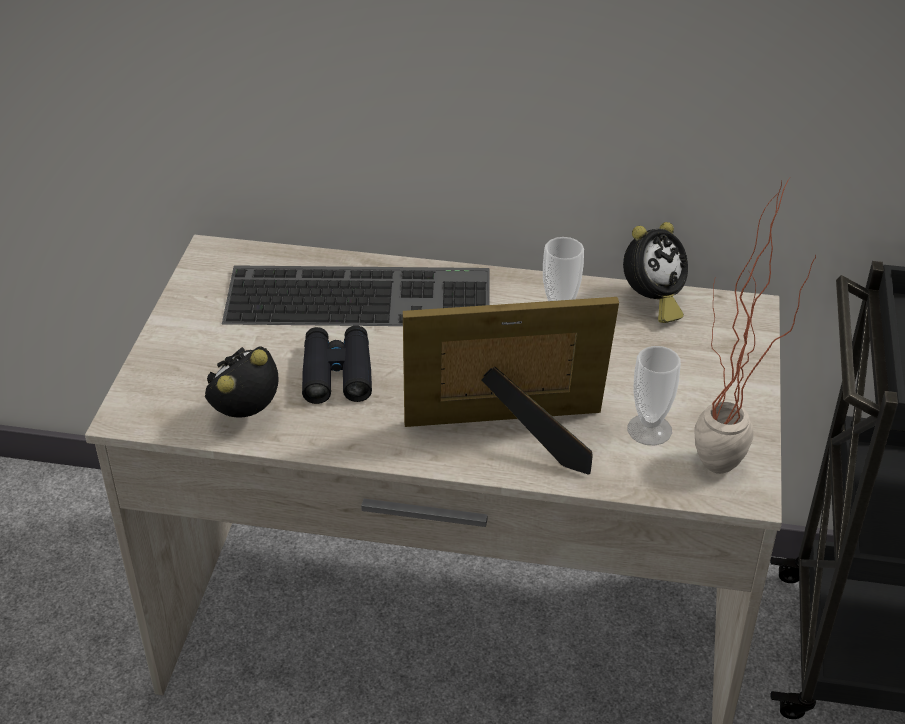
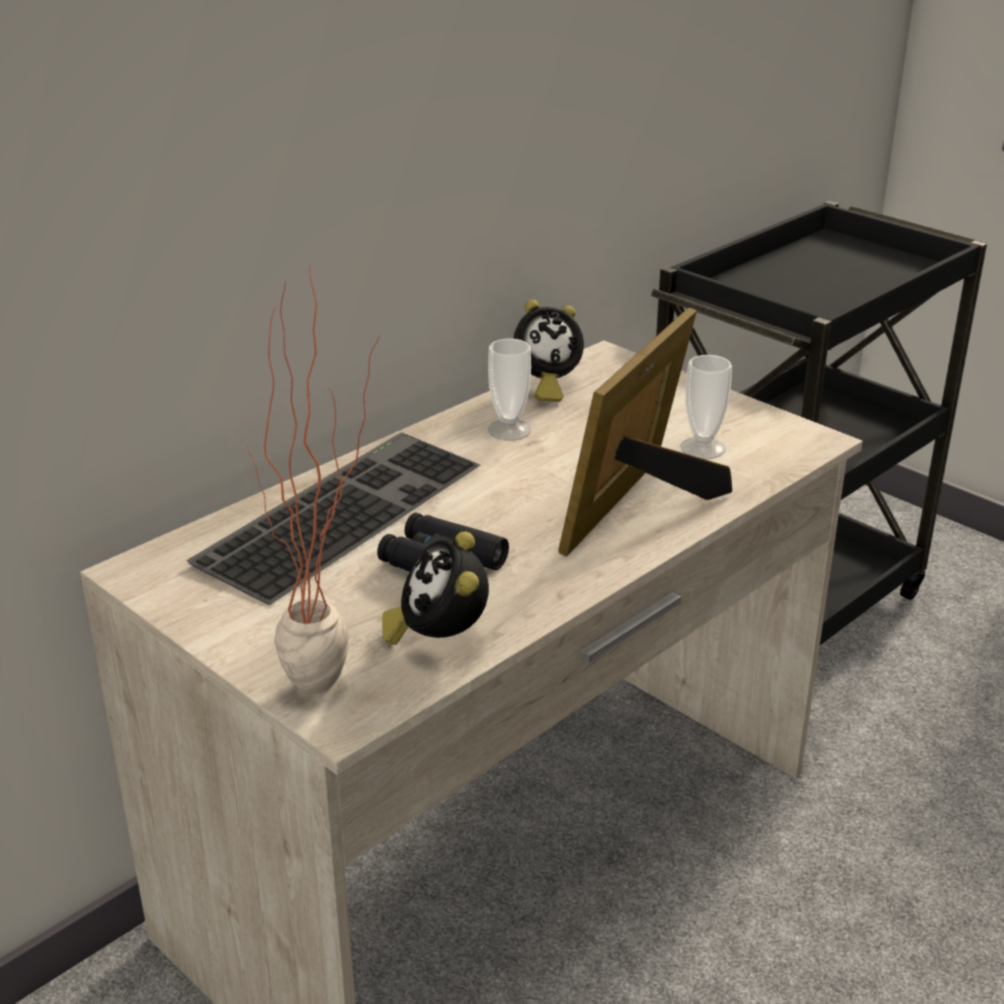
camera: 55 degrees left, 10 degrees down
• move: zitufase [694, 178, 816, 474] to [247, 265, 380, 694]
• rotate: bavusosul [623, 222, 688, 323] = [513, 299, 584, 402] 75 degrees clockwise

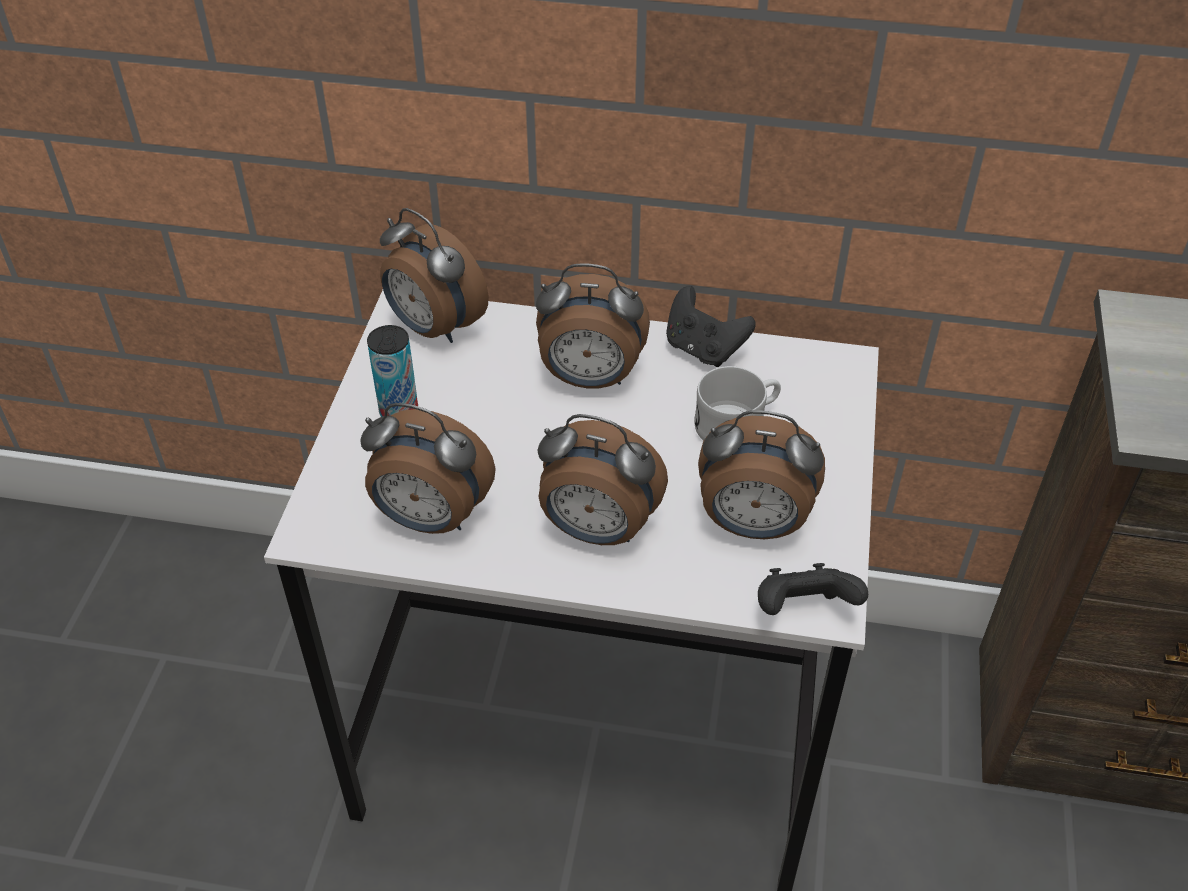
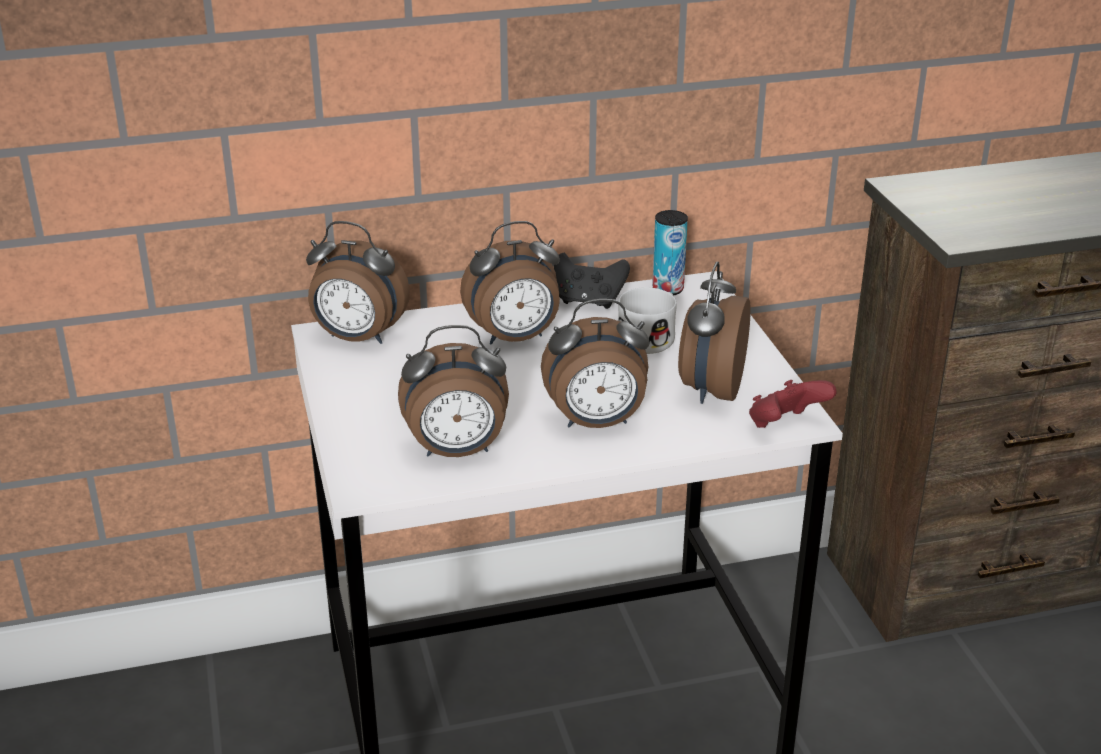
camera: 25 degrees left, 15 degrees down
• move: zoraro [367, 325, 418, 417] to [652, 210, 688, 295]
• recolor: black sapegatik [758, 563, 868, 615] to red sapegatik [749, 380, 837, 428]
• rotate: bavusosul [698, 410, 825, 539] = [678, 261, 751, 404] 120 degrees clockwise

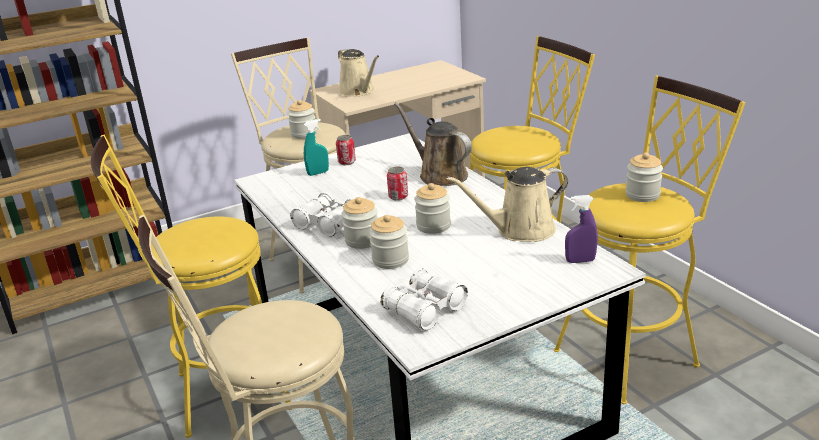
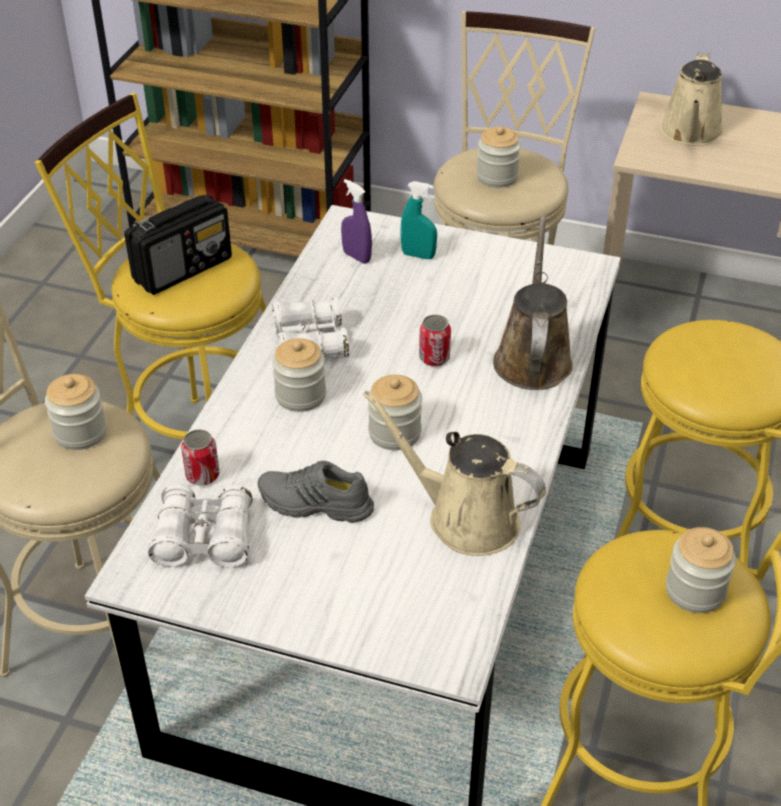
camera: 45 degrees right, 15 degrees up
• insert: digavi [124, 195, 232, 295]
• insert: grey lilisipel [258, 461, 374, 523]
• move: zoraro [336, 135, 356, 165] to [181, 430, 219, 486]
• move: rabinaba [369, 215, 409, 269] to [45, 374, 107, 450]
• move: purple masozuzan [565, 195, 598, 263] to [341, 179, 372, 264]

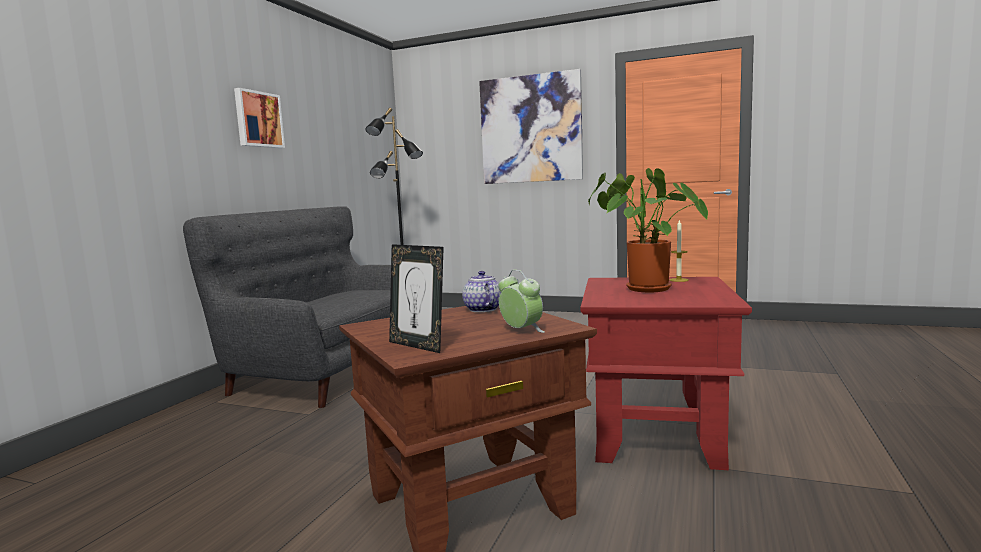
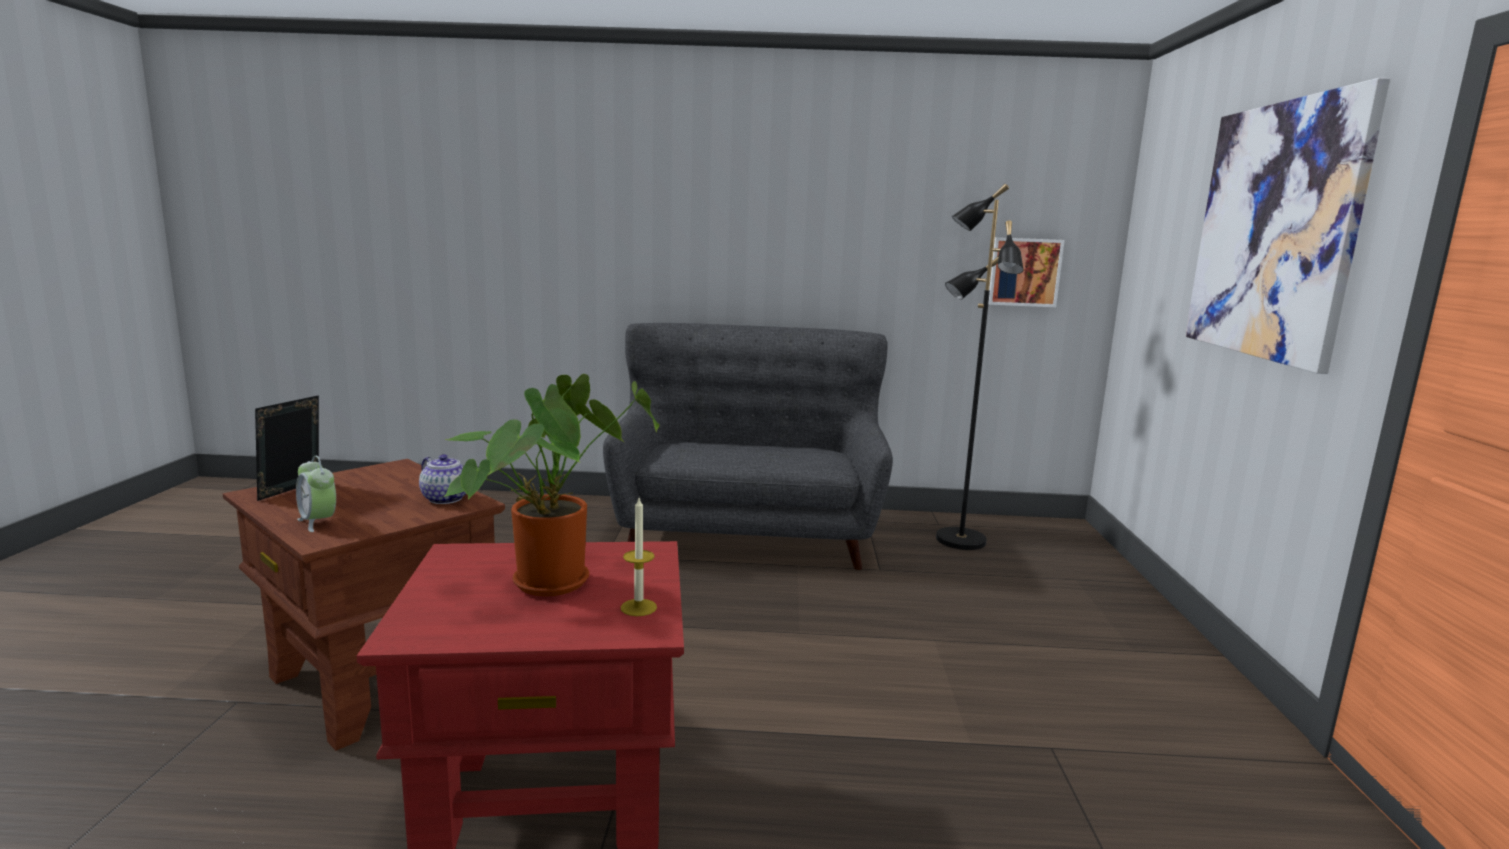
camera: 70 degrees right, 5 degrees up
• move: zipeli [234, 88, 285, 148] to [988, 237, 1065, 307]
• rotate: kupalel [462, 271, 501, 312] = [419, 454, 466, 504] 75 degrees clockwise
• rotate: bavusosul [498, 270, 545, 333] = [296, 456, 336, 532] 105 degrees clockwise

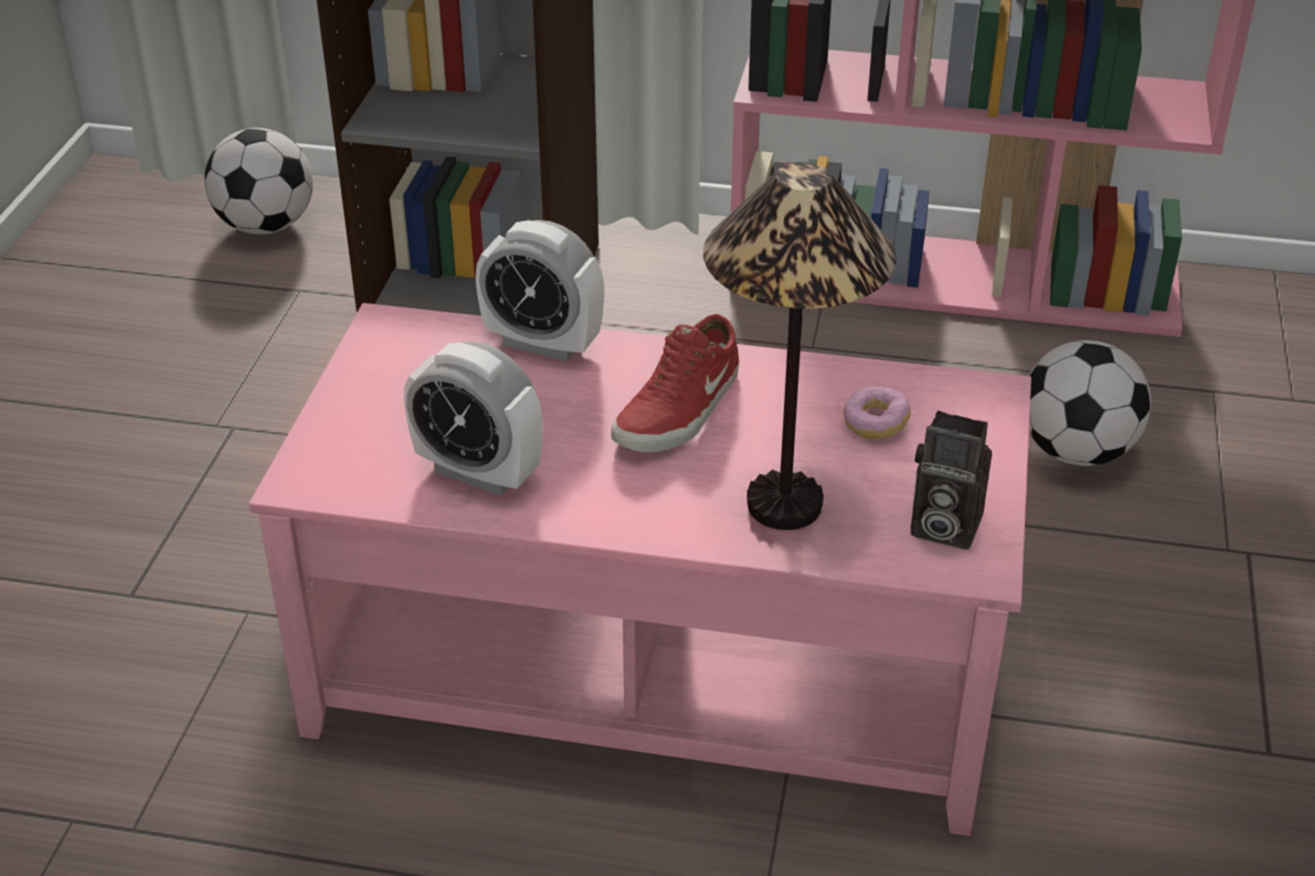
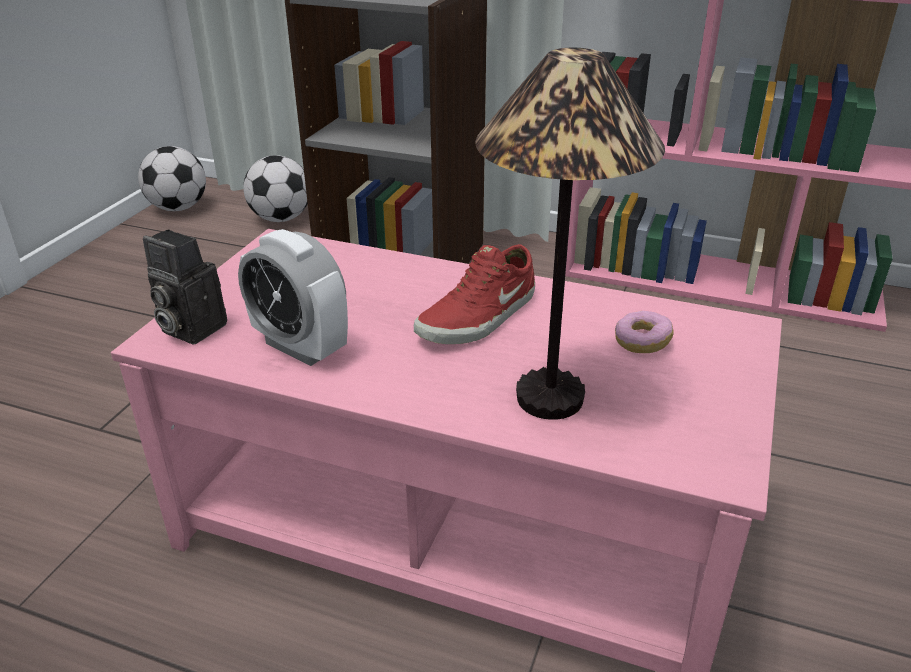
camera: 10 degrees right, 5 degrees down
• delete: bavusosul [475, 220, 604, 361]
• move: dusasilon [911, 411, 992, 550] to [143, 229, 227, 345]
• move: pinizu [1029, 340, 1151, 466] to [138, 146, 206, 211]

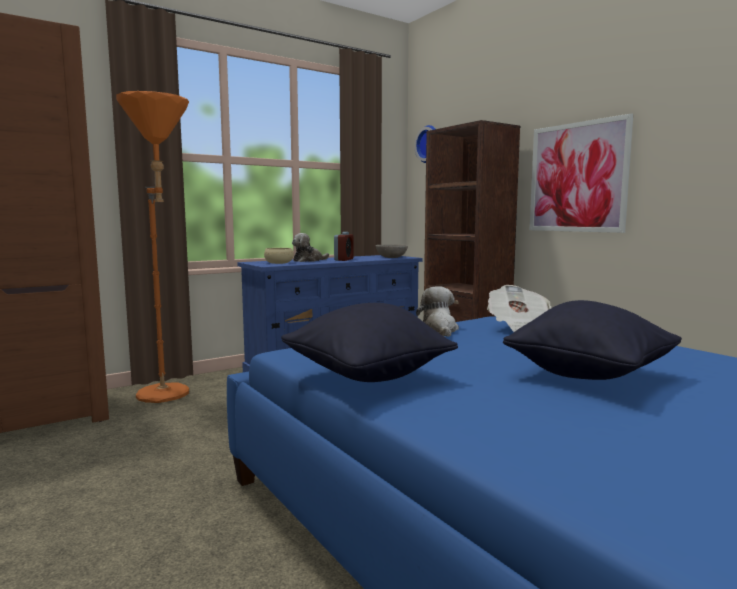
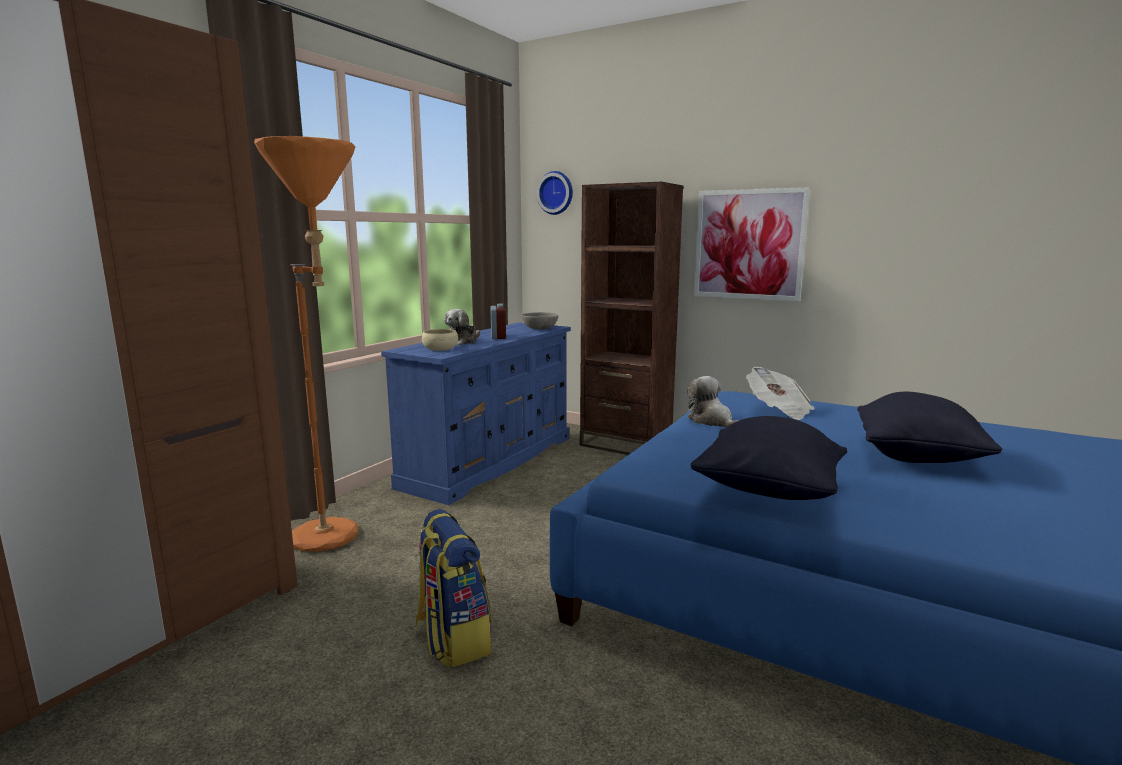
camera: 25 degrees left, 5 degrees up
• insert: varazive [415, 509, 492, 668]

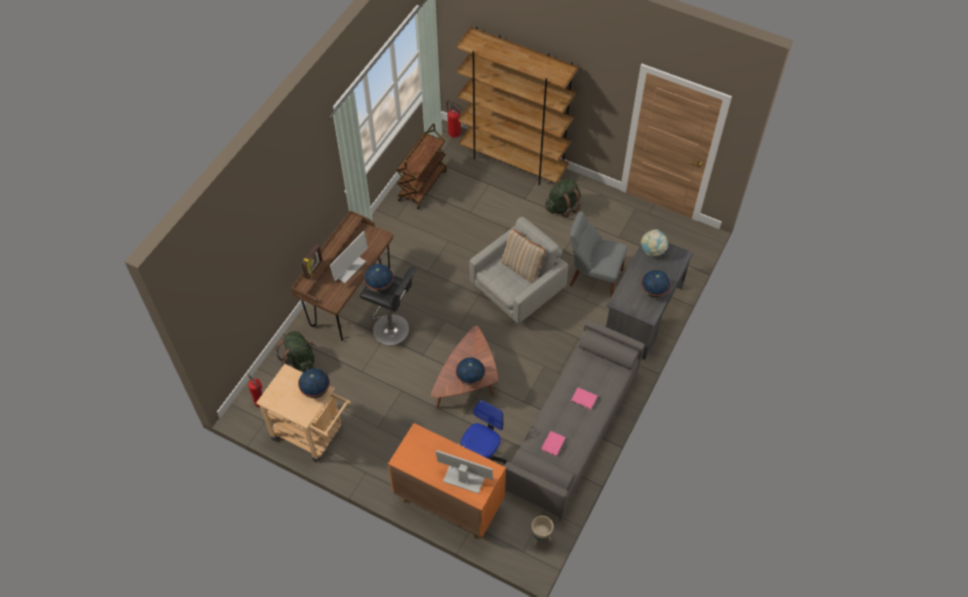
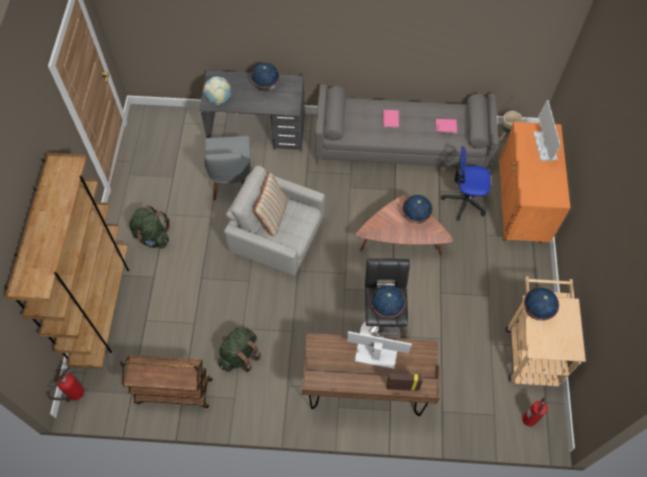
camera: 115 degrees left, 5 degrees up
• move: green varazive [276, 331, 315, 373] to [218, 327, 261, 372]

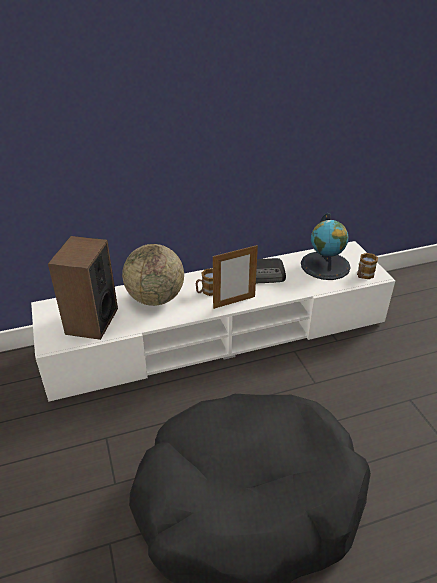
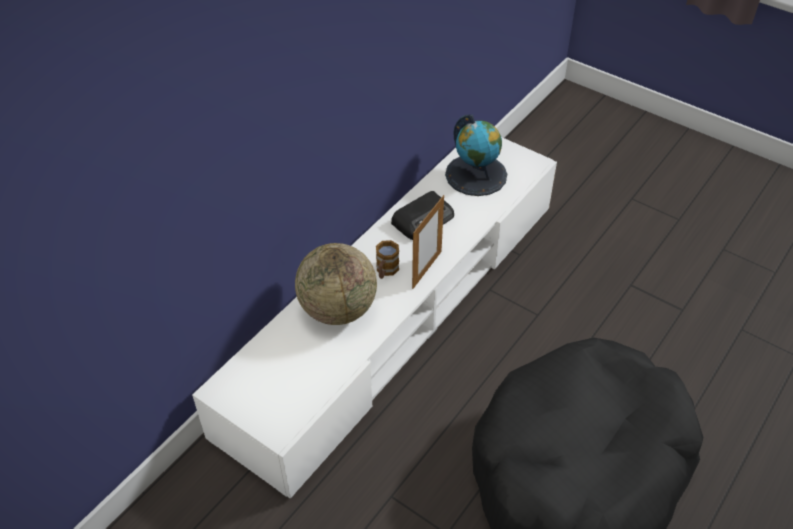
camera: 35 degrees left, 10 degrees up
• delete: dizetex [48, 236, 118, 340]
• delete: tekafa [357, 253, 378, 279]

